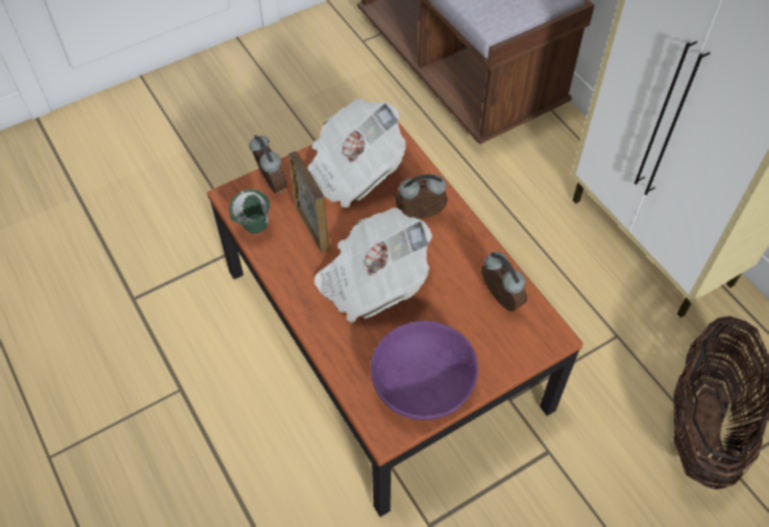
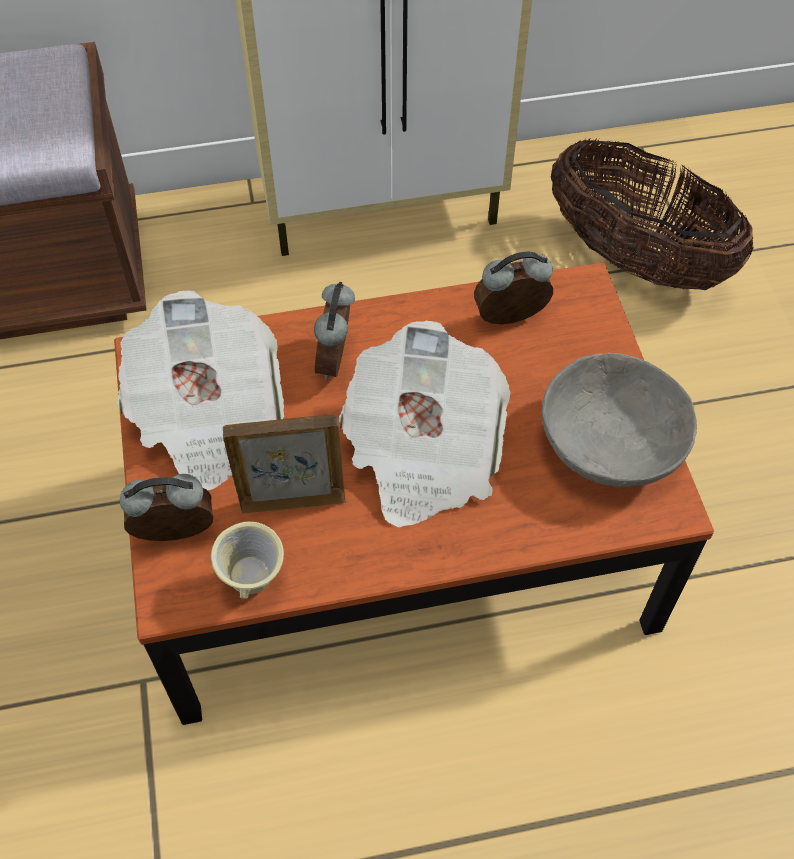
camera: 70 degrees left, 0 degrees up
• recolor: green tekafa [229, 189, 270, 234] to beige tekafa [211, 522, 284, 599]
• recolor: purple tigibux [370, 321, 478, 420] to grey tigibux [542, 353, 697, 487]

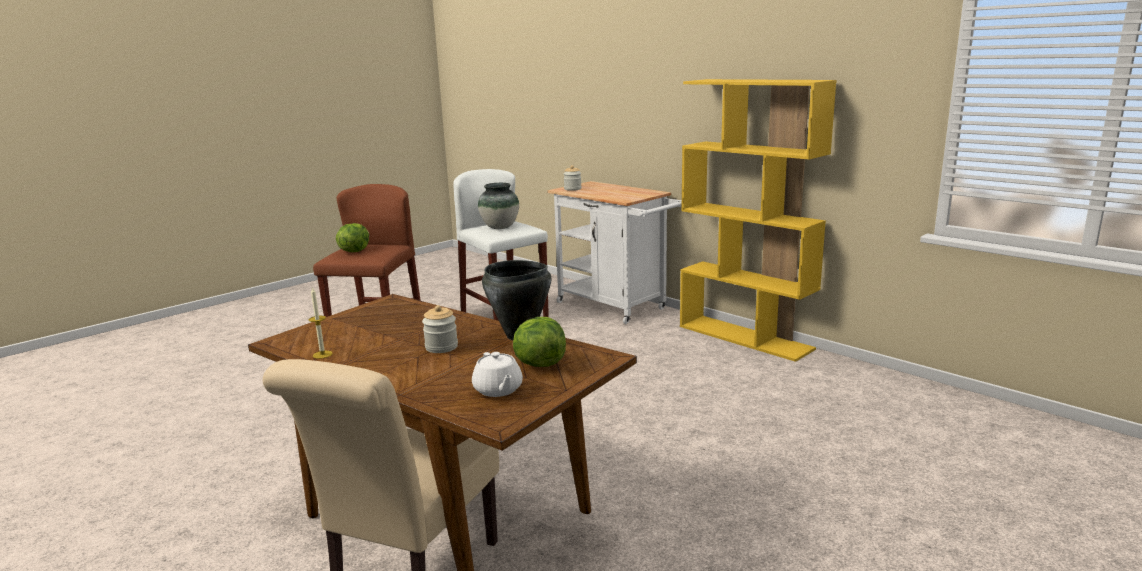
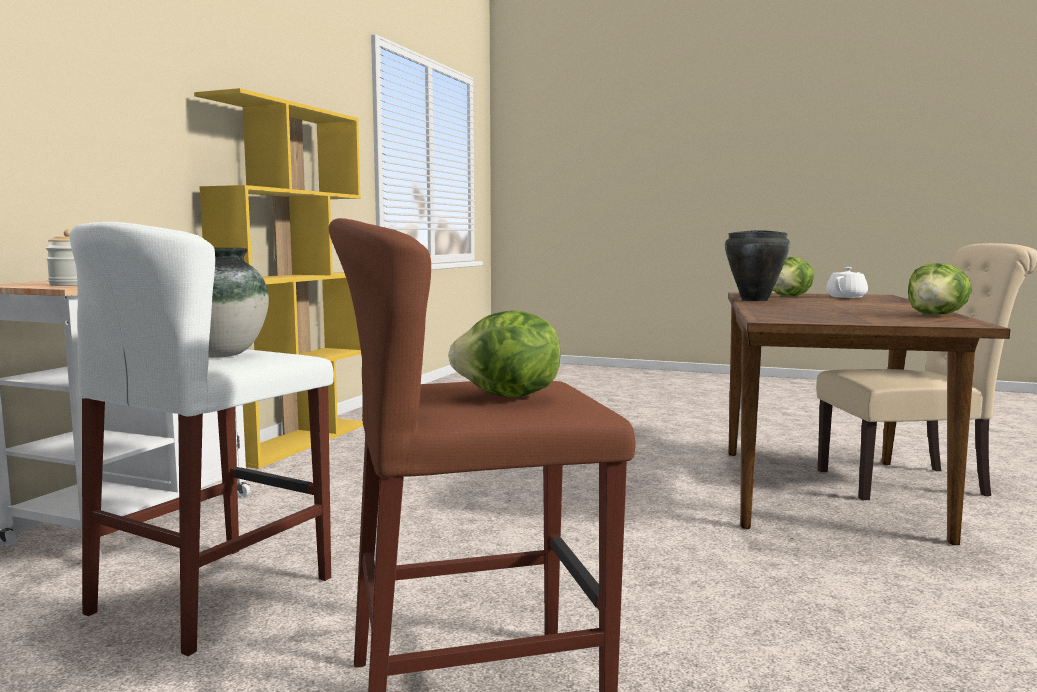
camera: 115 degrees left, 10 degrees down
• delete: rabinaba [422, 305, 458, 353]
• replace: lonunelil [309, 287, 332, 359] to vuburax [908, 263, 972, 315]

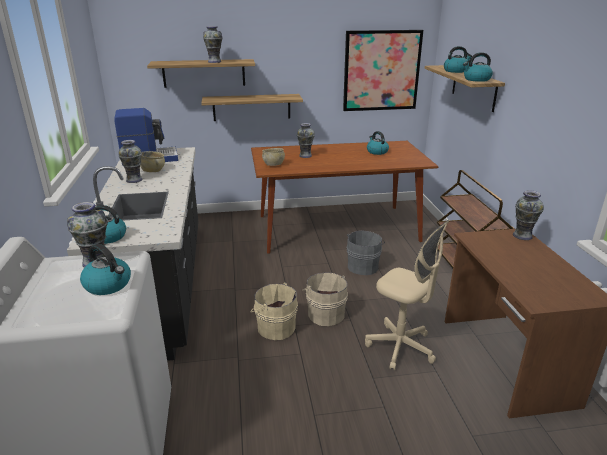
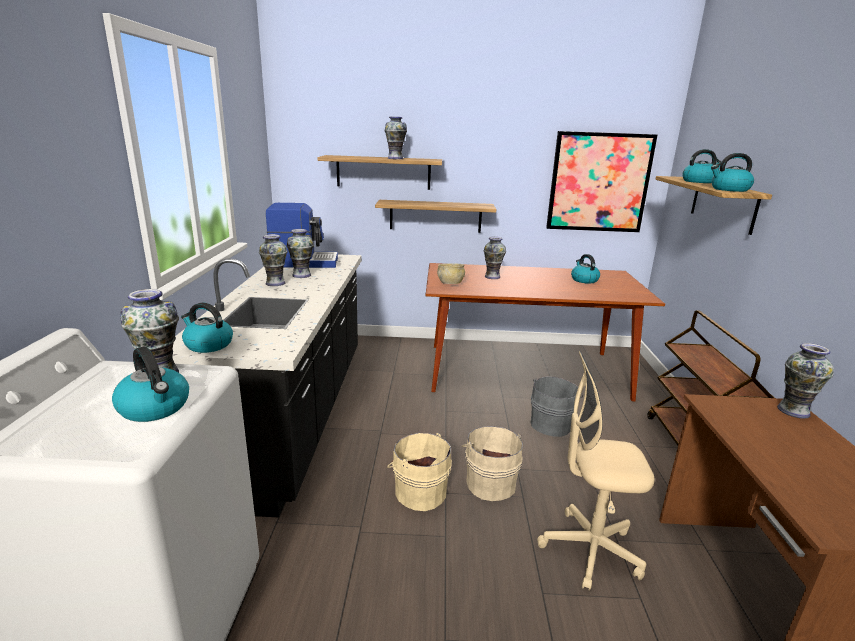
camera: 10 degrees right, 5 degrees down
• replace: beige tigibux [140, 151, 165, 172] to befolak [287, 229, 314, 278]
• rotate: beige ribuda [365, 220, 450, 370] = [537, 351, 655, 591] 135 degrees clockwise

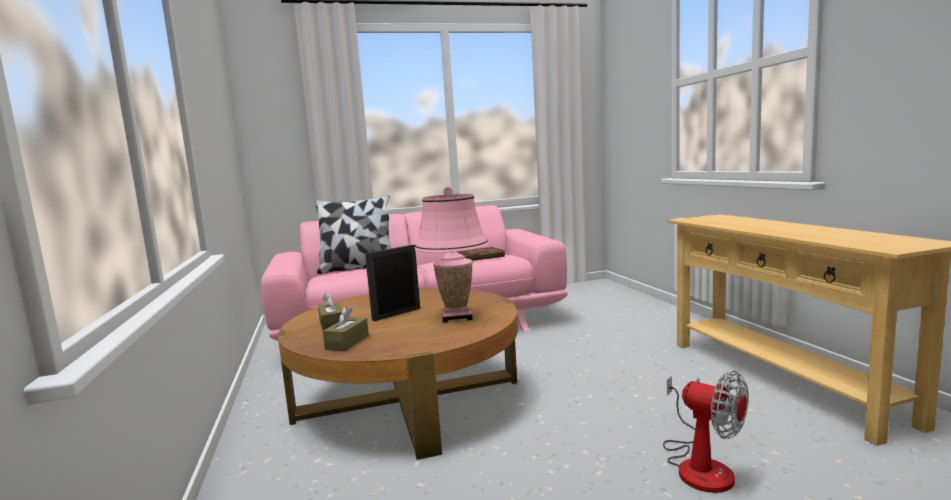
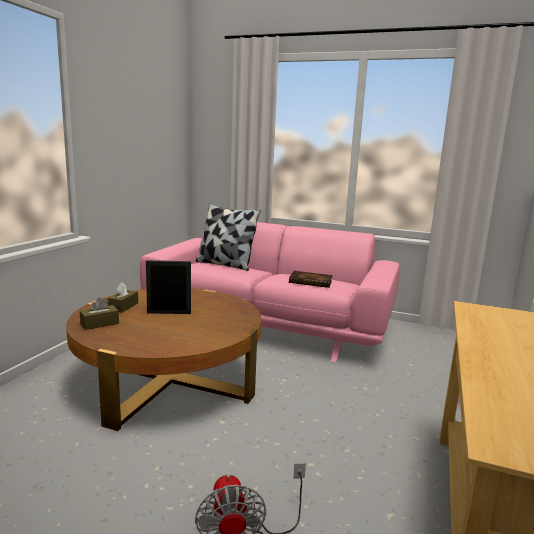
camera: 35 degrees right, 5 degrees up
• delete: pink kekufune [414, 186, 489, 323]

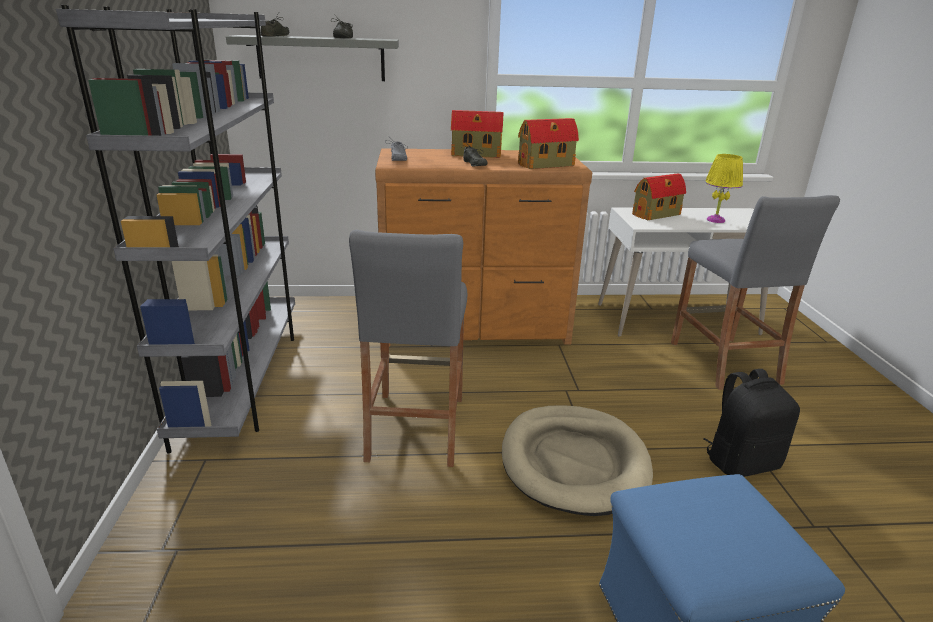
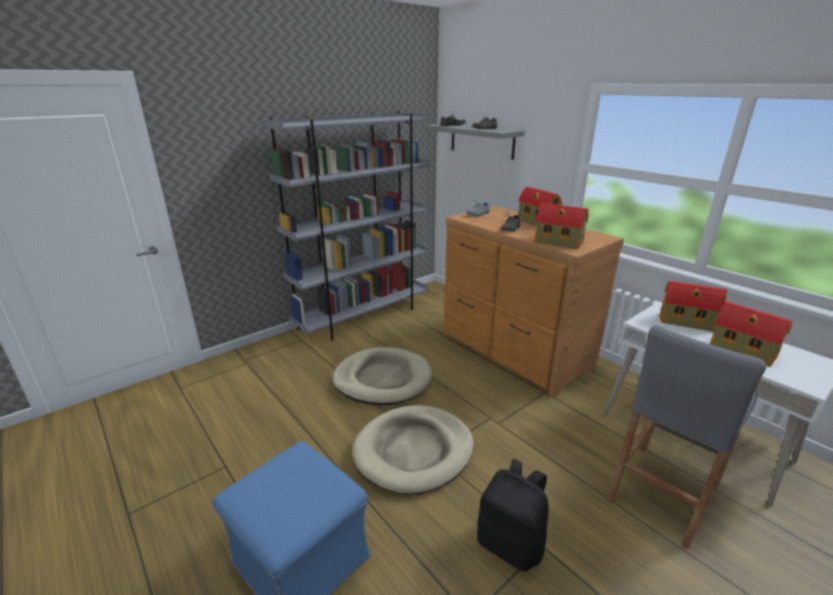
camera: 55 degrees right, 0 degrees up
• replace: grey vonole [349, 229, 467, 467] to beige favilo [332, 347, 432, 405]
• replace: yellow kekufune [705, 154, 743, 223] to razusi [710, 301, 793, 367]

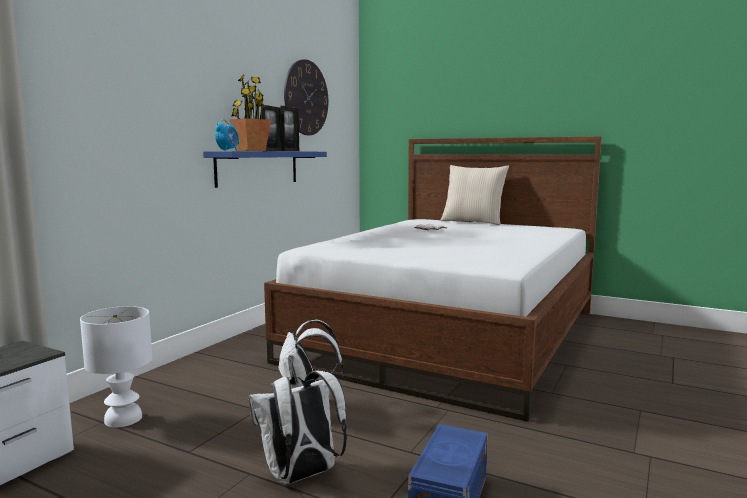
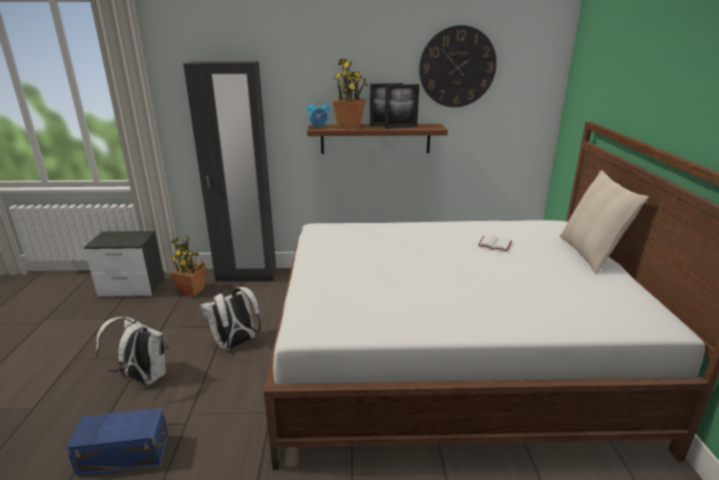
camera: 60 degrees right, 15 degrees up
• insert: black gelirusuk [183, 61, 276, 282]
• replace: white kekufune [80, 306, 152, 428] to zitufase [170, 235, 206, 297]
• recolor: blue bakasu [203, 151, 327, 188] to brown bakasu [307, 124, 448, 154]

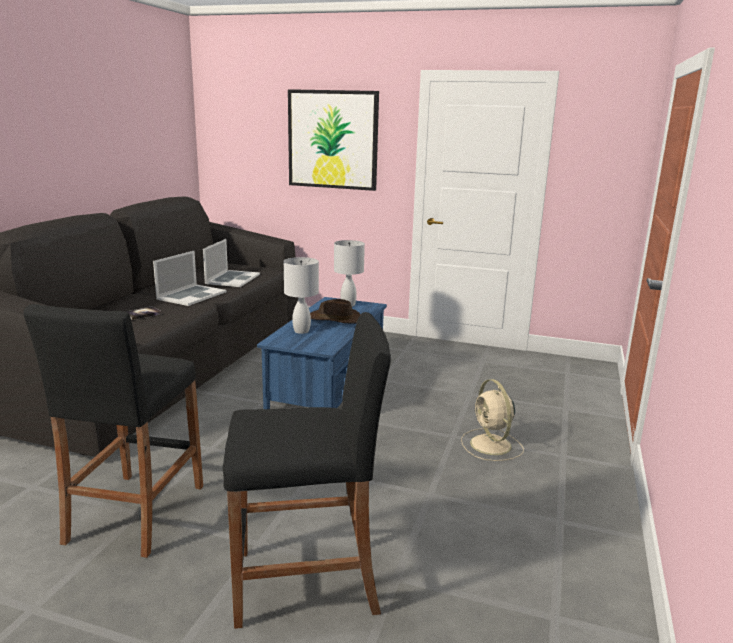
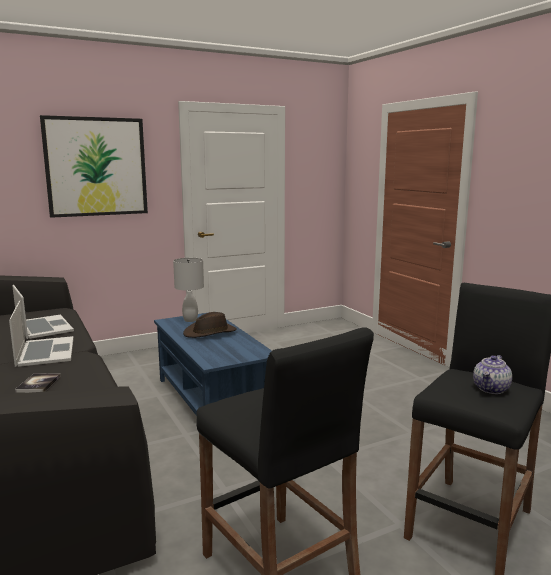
camera: 45 degrees left, 5 degrees down
• delete: white kekufune [284, 257, 319, 334]
• delete: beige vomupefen [461, 379, 524, 461]
• insert: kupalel [473, 355, 512, 394]

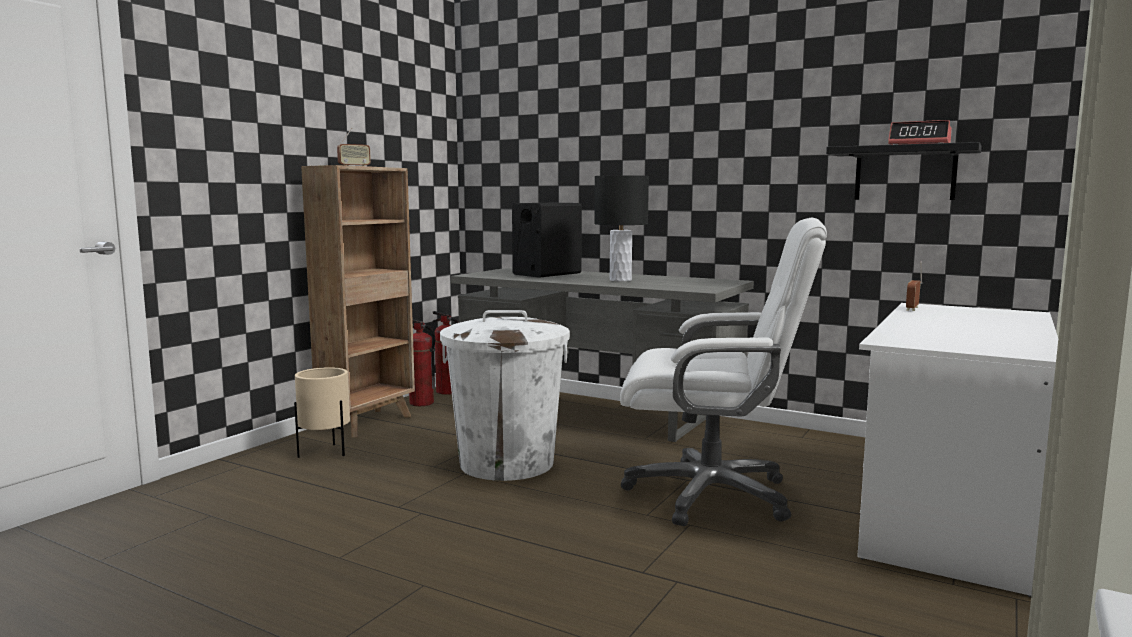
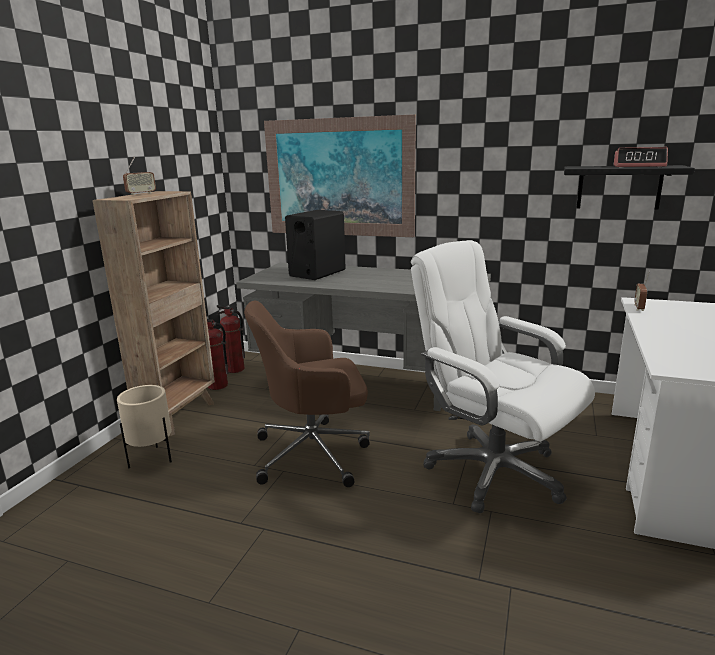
camera: 10 degrees left, 10 degrees up
• delete: black kekufune [594, 175, 649, 282]
• insert: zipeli [264, 114, 416, 237]
• replace: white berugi [440, 310, 570, 481] to brown ribuda [244, 301, 370, 487]
• rotate: white ribuda [620, 218, 827, 526] = [411, 240, 595, 513] 135 degrees counterclockwise

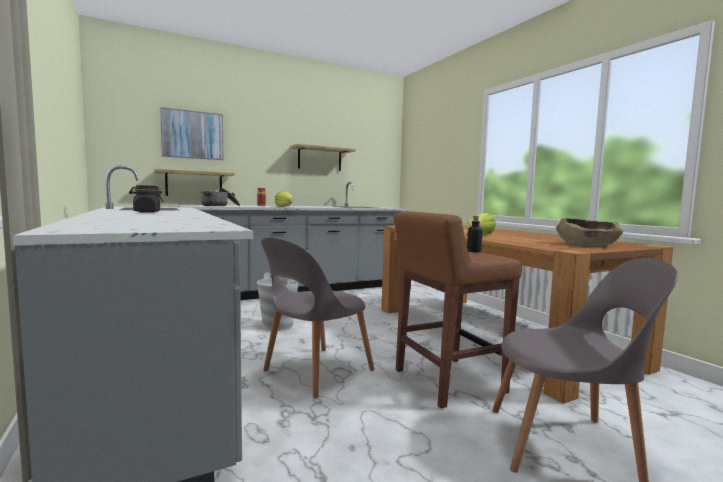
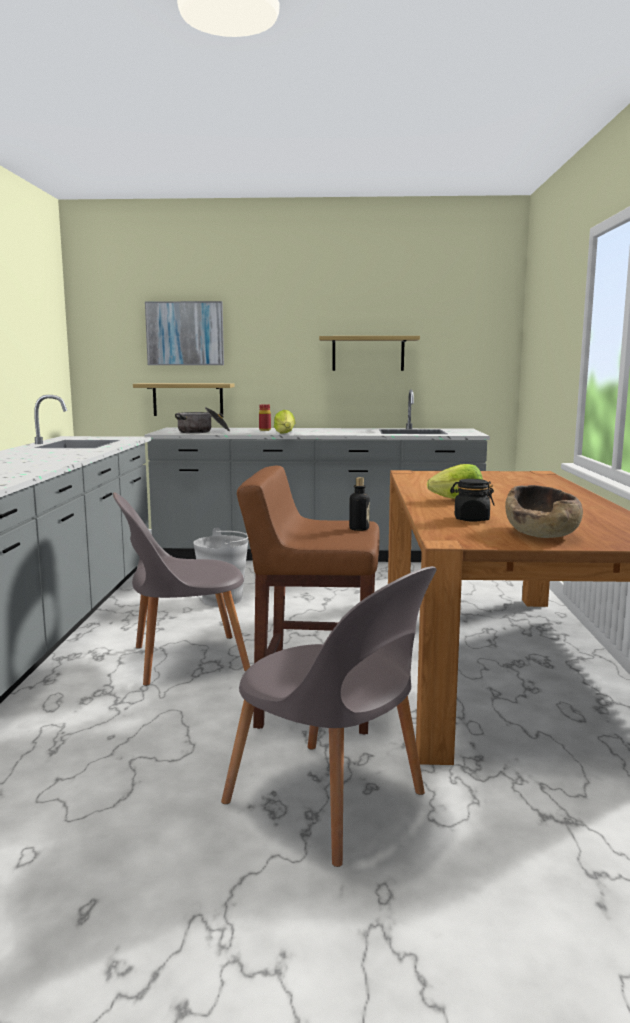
camera: 30 degrees right, 5 degrees up
• move: black rabinaba [129, 185, 163, 213] to [450, 479, 494, 522]

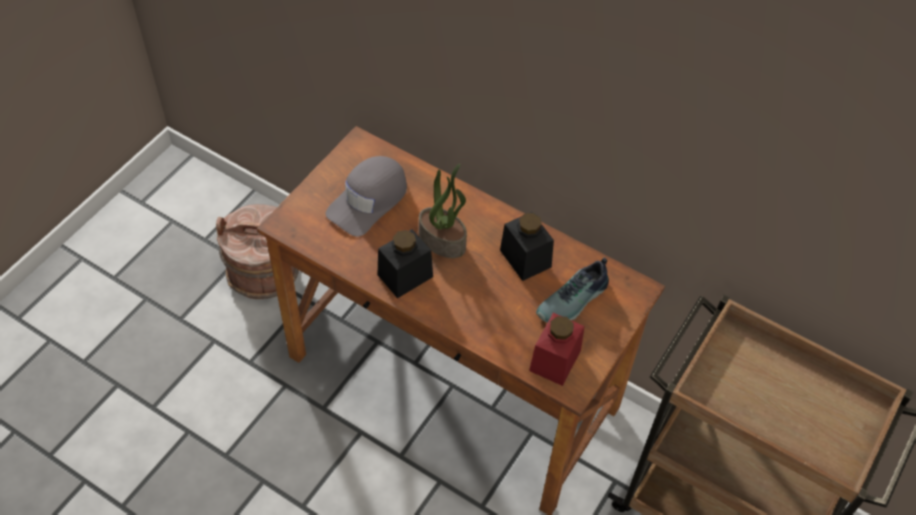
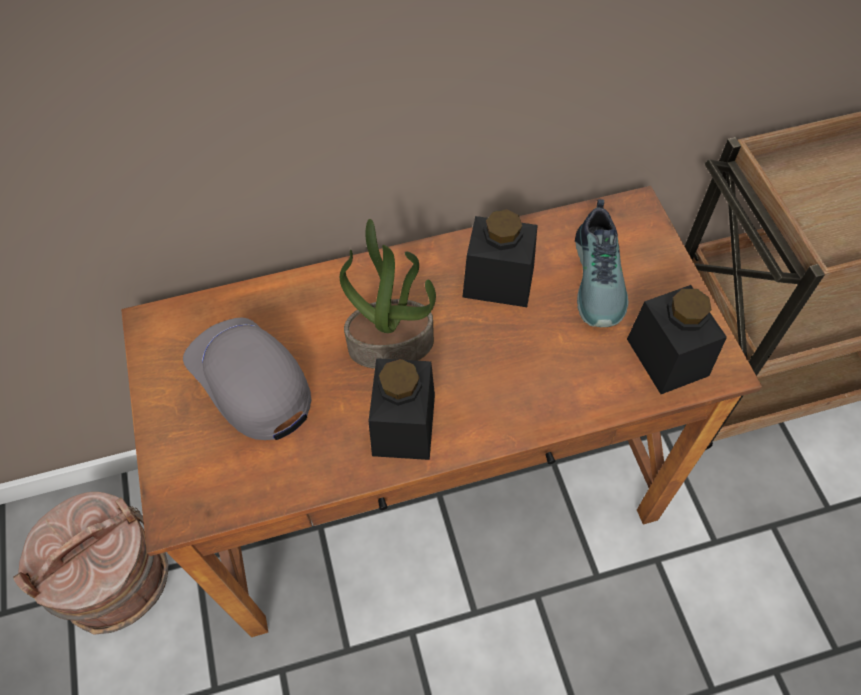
camera: 45 degrees left, 5 degrees up
• recolor: red rabinaba [529, 313, 585, 386] to black rabinaba [627, 285, 727, 394]
• rotate: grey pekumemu [326, 156, 407, 237] = [183, 317, 311, 440] 150 degrees clockwise

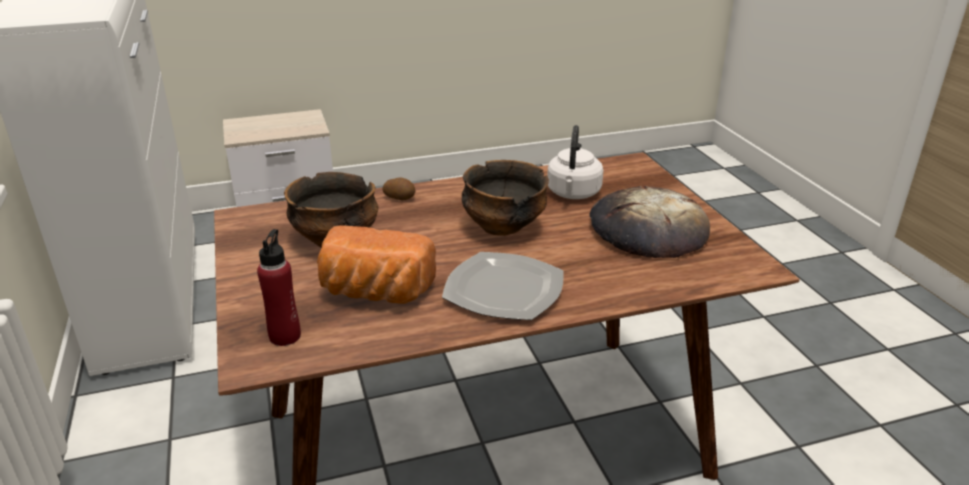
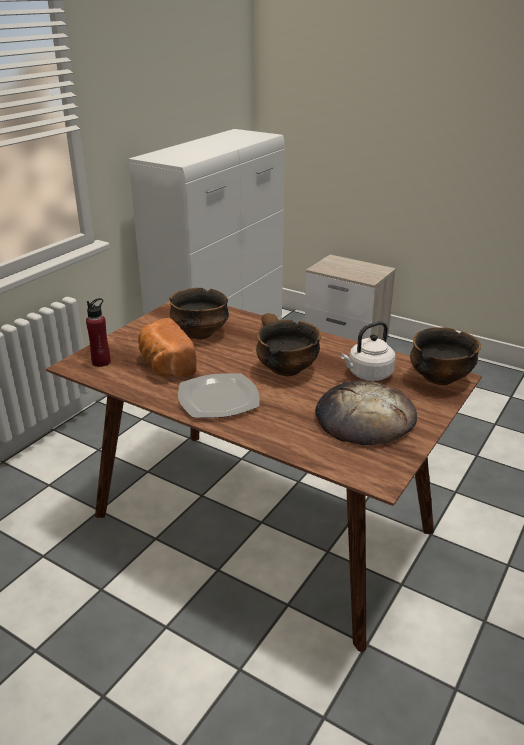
camera: 50 degrees right, 0 degrees up
• insert: tigibux [410, 327, 481, 385]

